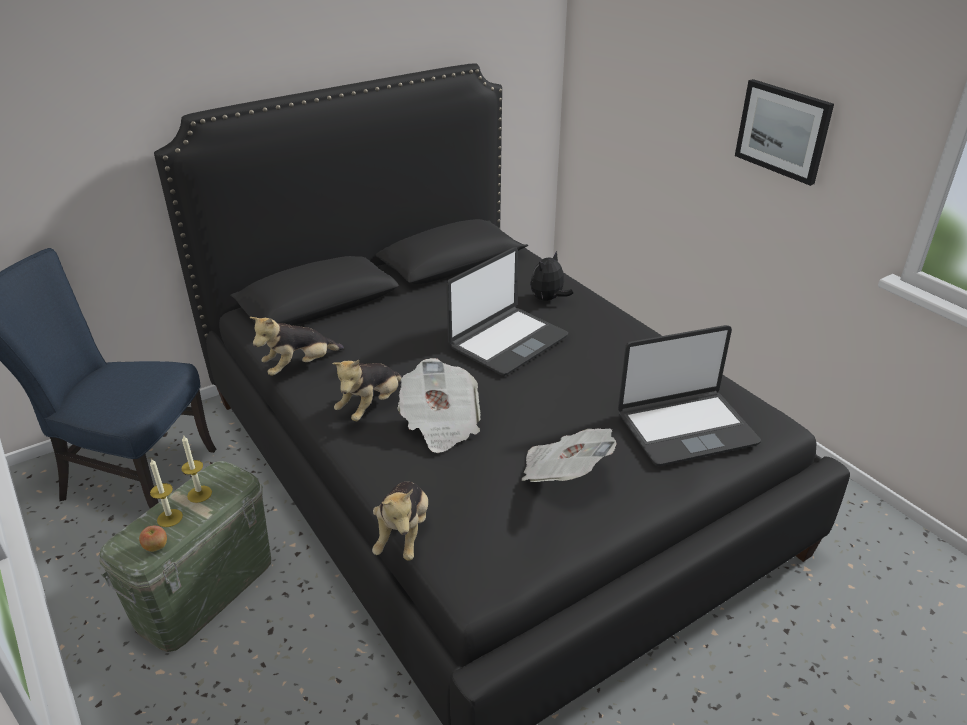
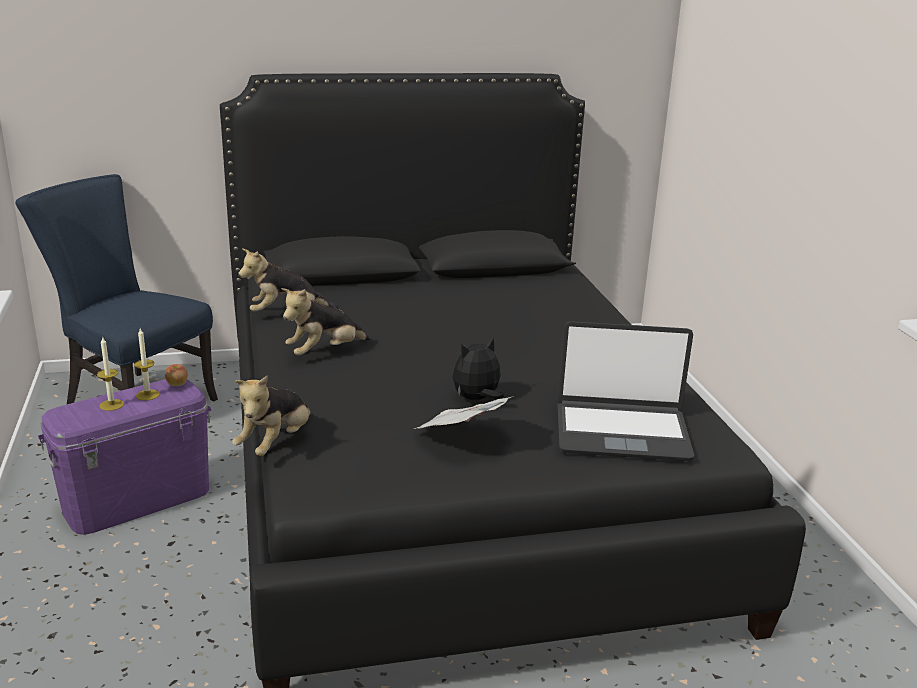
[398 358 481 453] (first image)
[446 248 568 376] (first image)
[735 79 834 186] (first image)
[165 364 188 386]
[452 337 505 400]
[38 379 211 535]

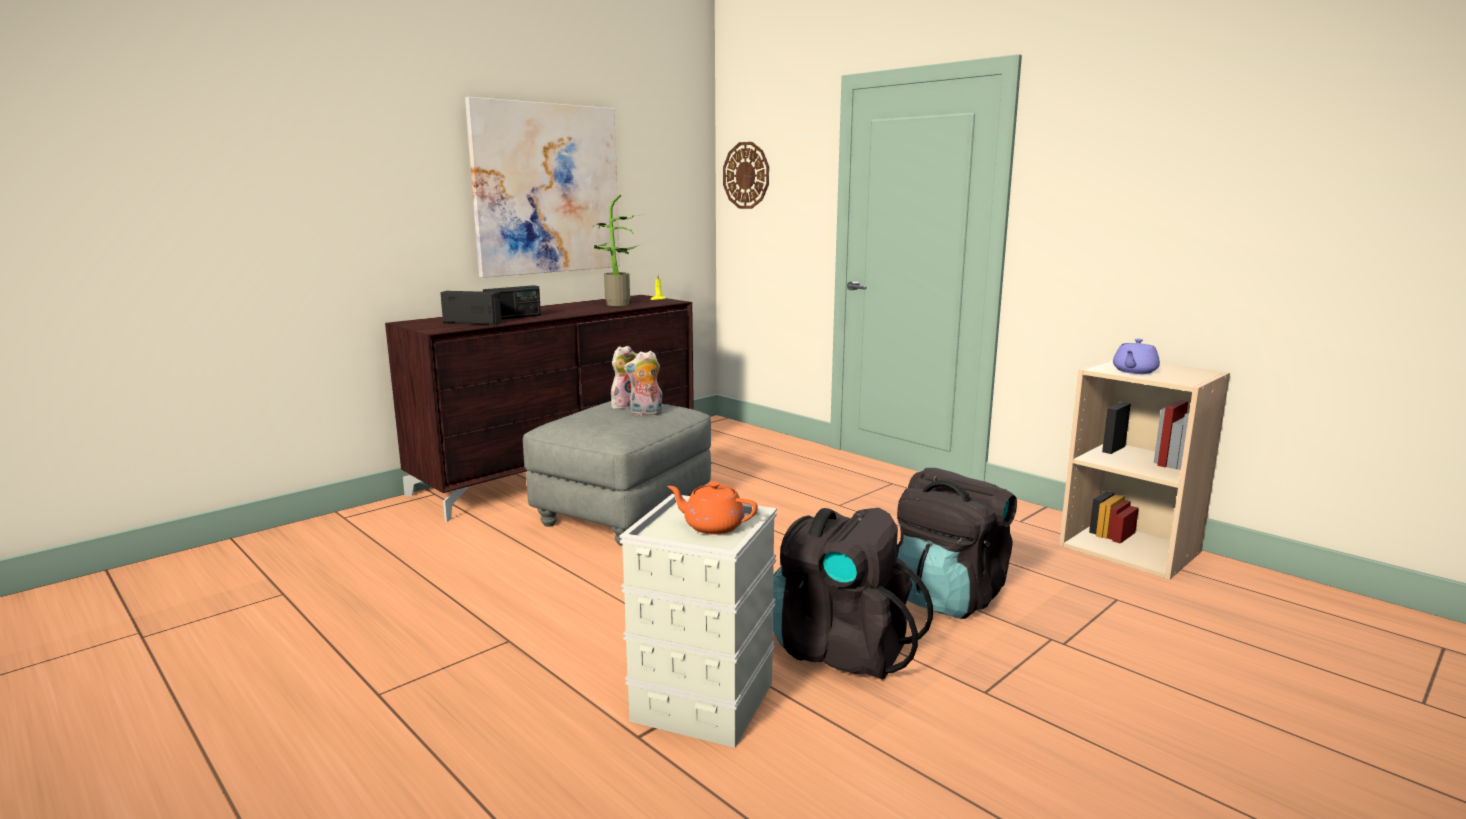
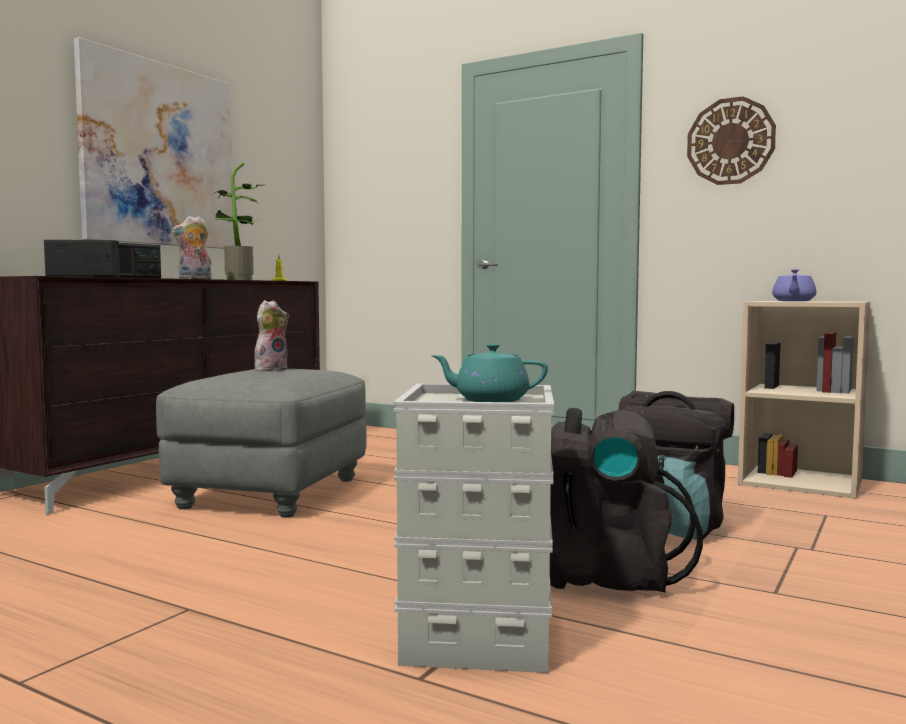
[171 216 212 279]
[687 96 776 185]
[431 343 548 402]

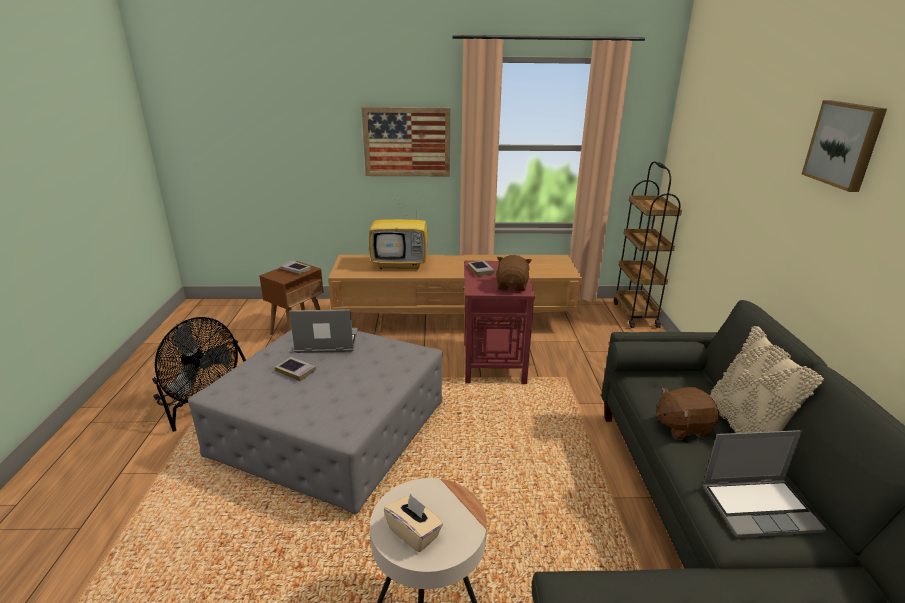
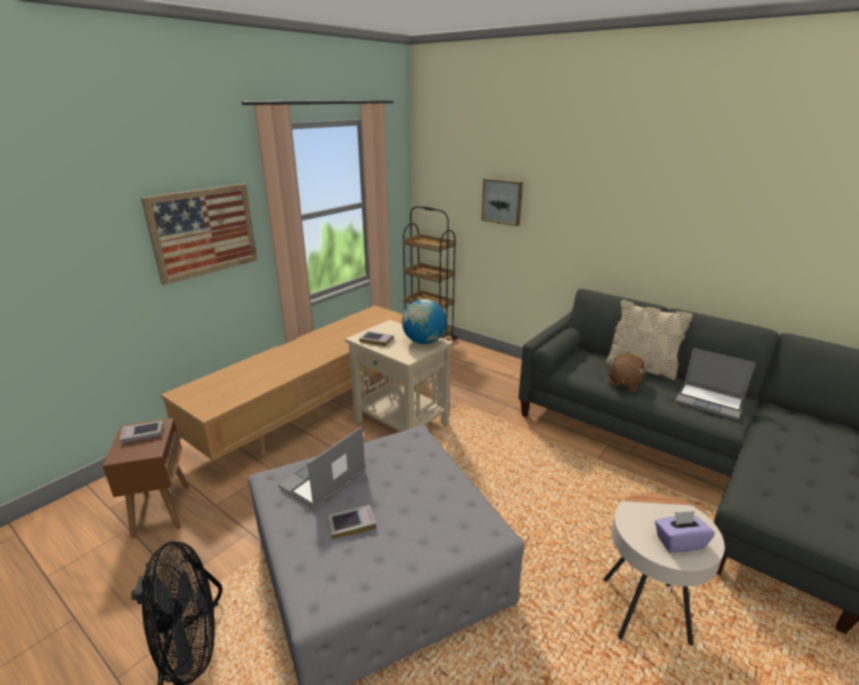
[369 193 428 270] (first image)
[481 178 523 226]
[402 299 447 344]
[655 511 715 553]
[345 320 453 432]
[675 348 756 420]

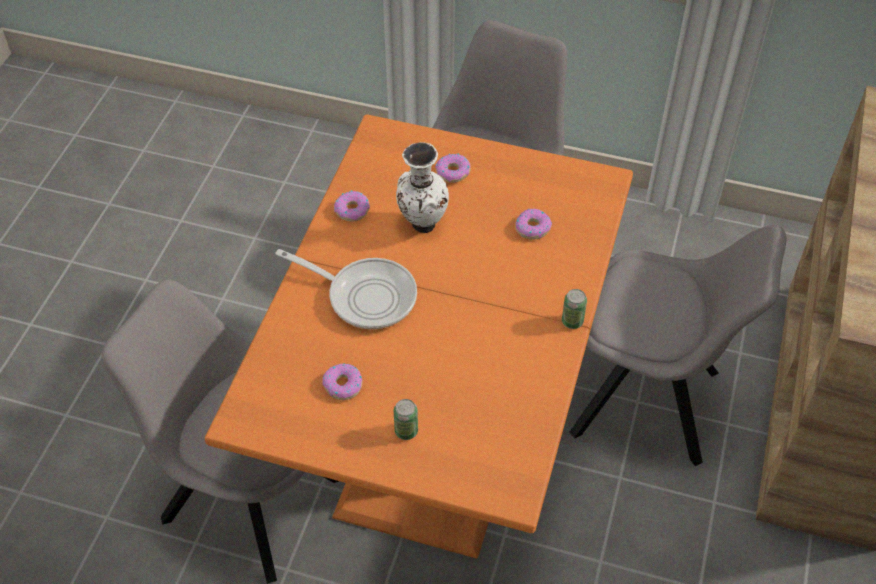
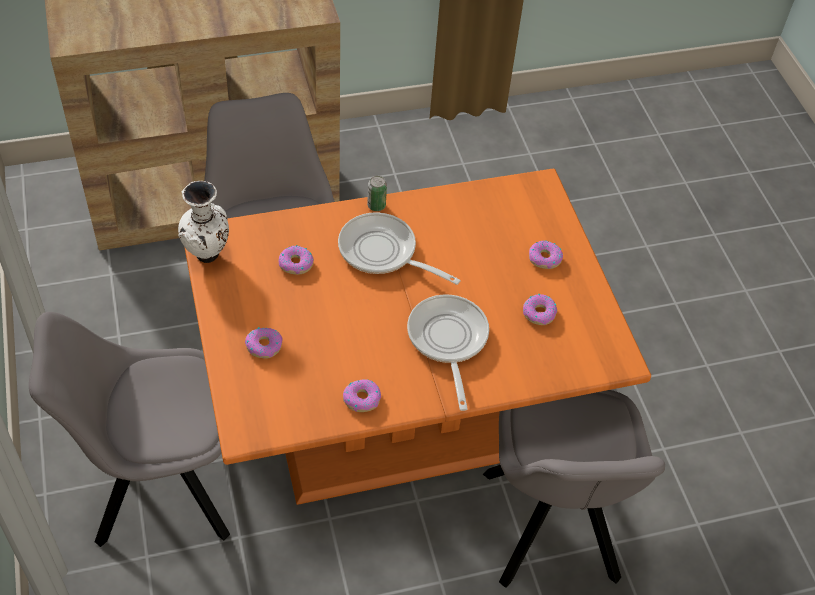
[338 212 461 285]
[178 181 229 263]
[529 240 563 269]

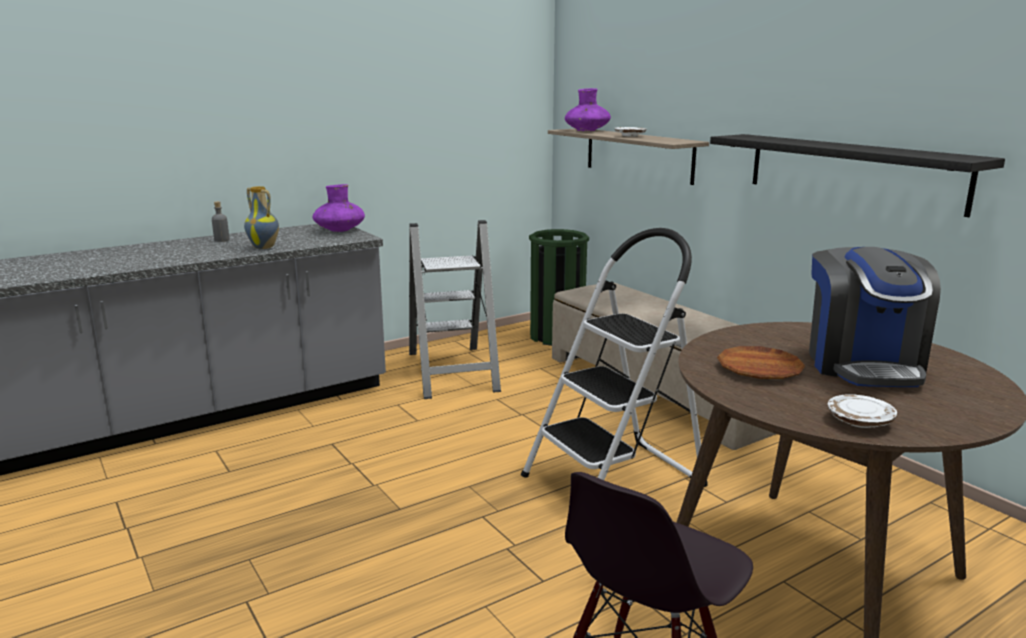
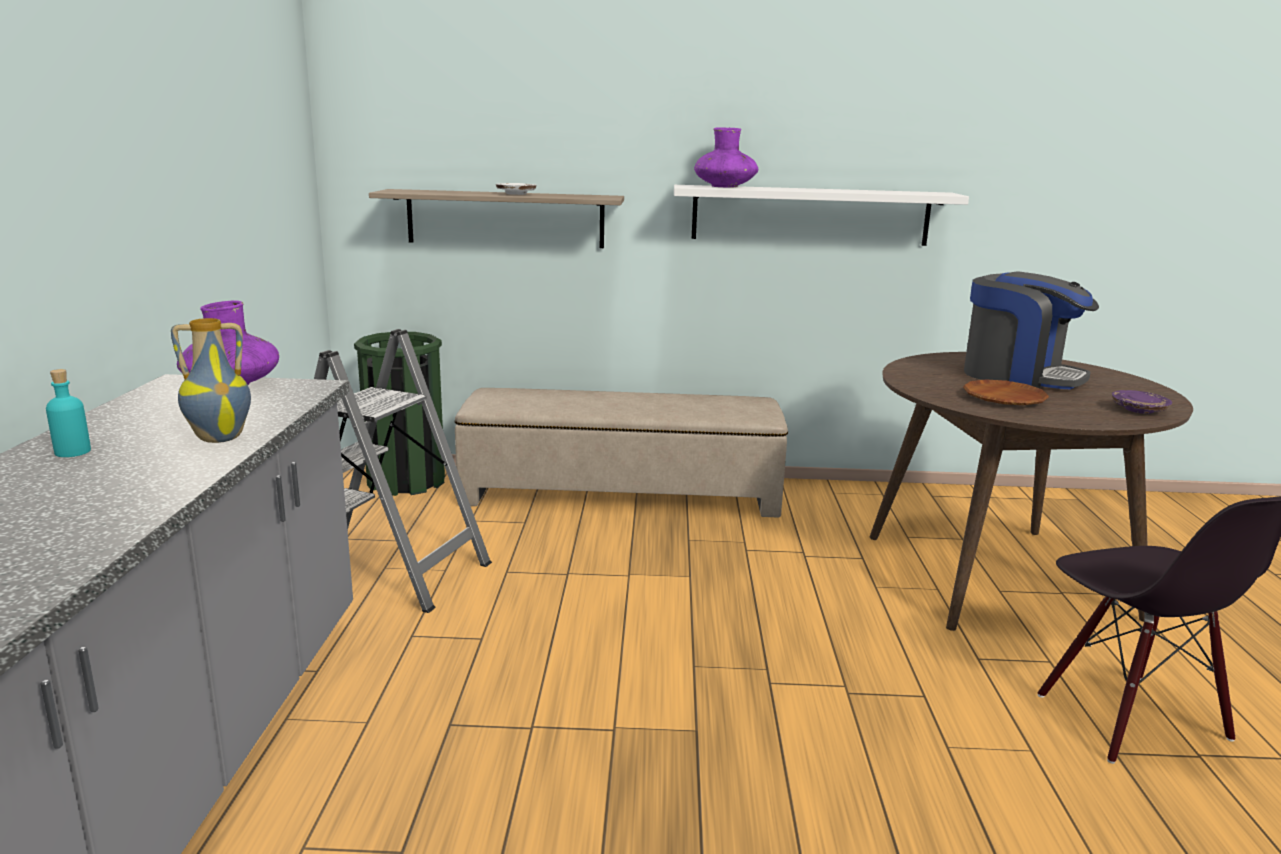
[521 228 708 487] (first image)
[694 127 758 187]
[46 369 91 457]
[674 185 969 246]
[1112 390 1172 414]

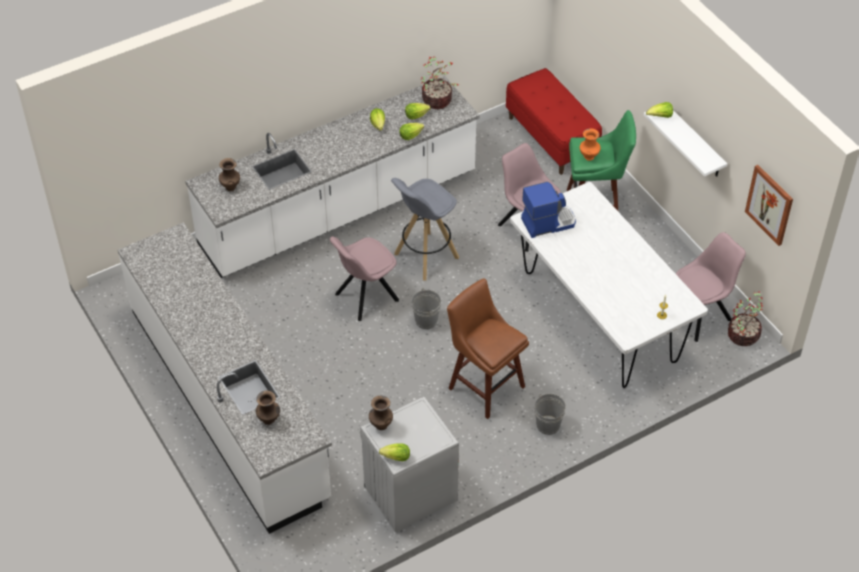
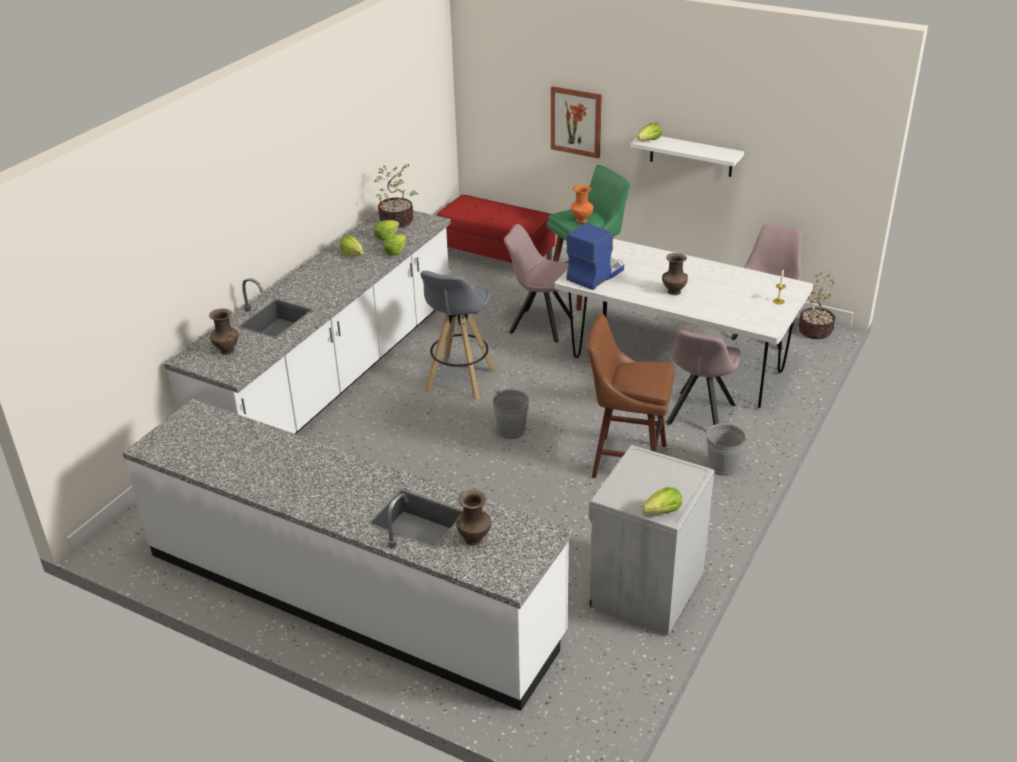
[666 330 741 425]
[662 253 688 295]
[551 86 602 159]

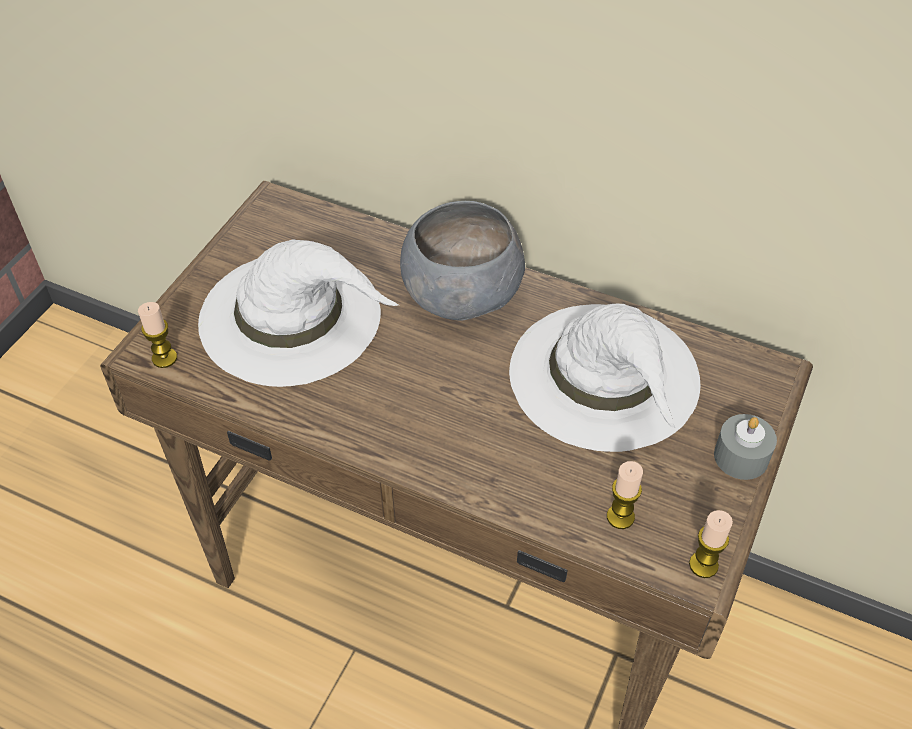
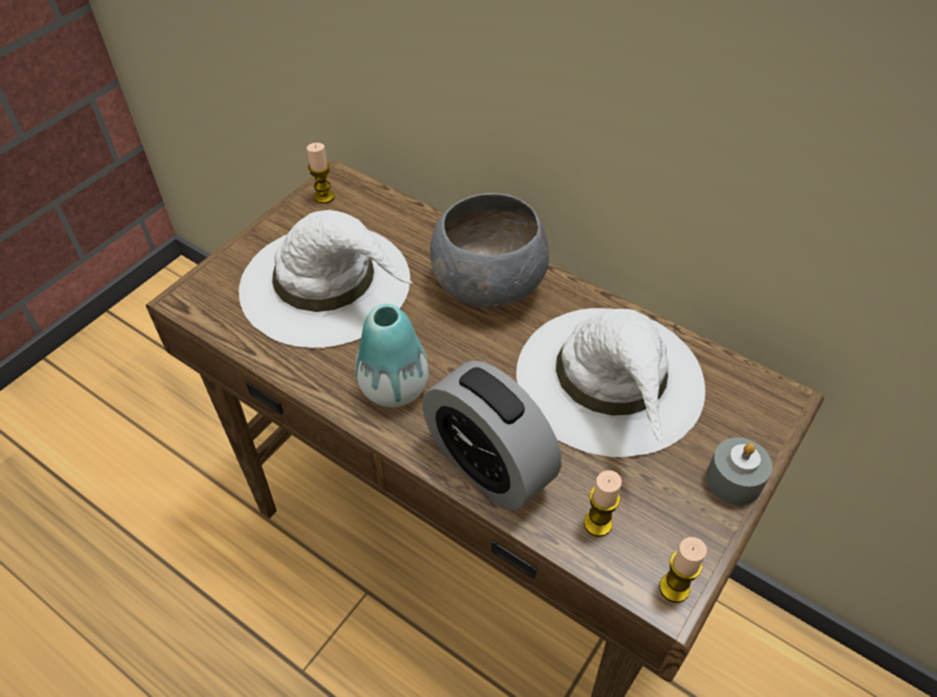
[356 304 429 407]
[422 361 561 510]
[307 143 335 204]

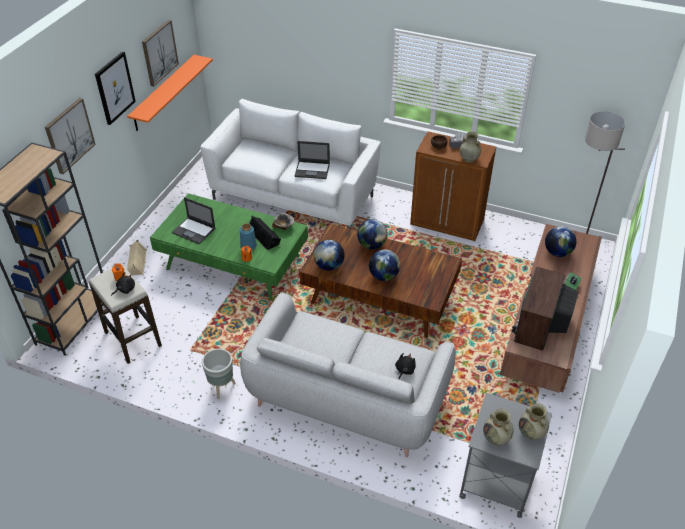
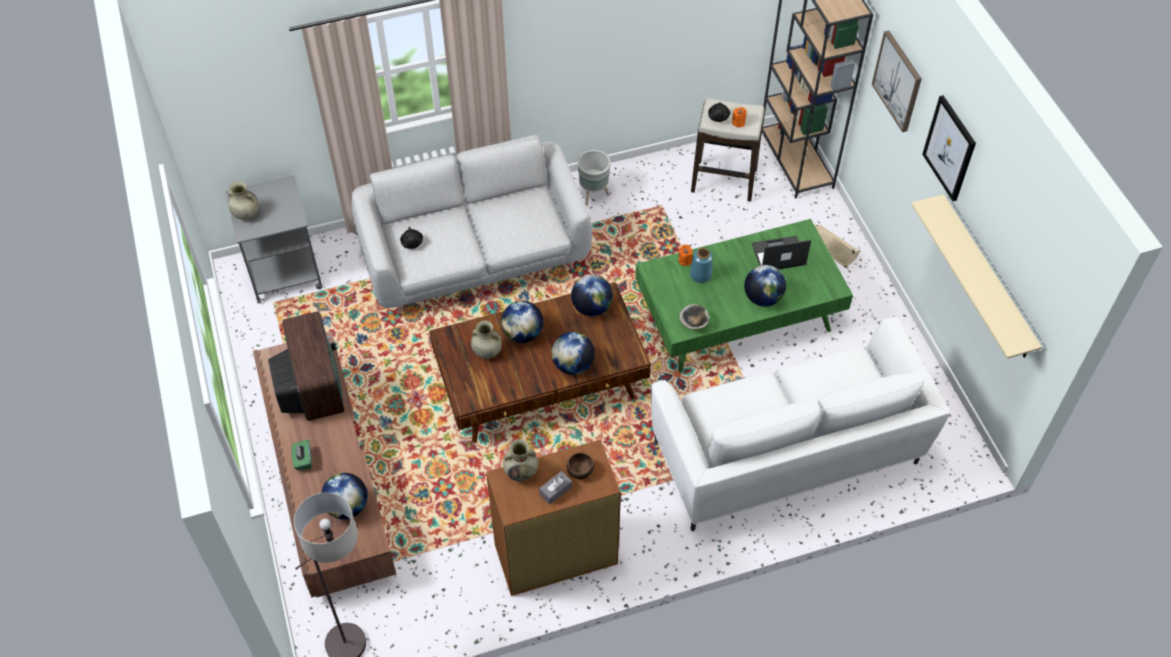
[142 20 179 87] (first image)
[249 216 281 250] (first image)
[295 141 330 179] (first image)
[744 265 786 306]
[471 320 502 359]
[911 194 1042 359]

